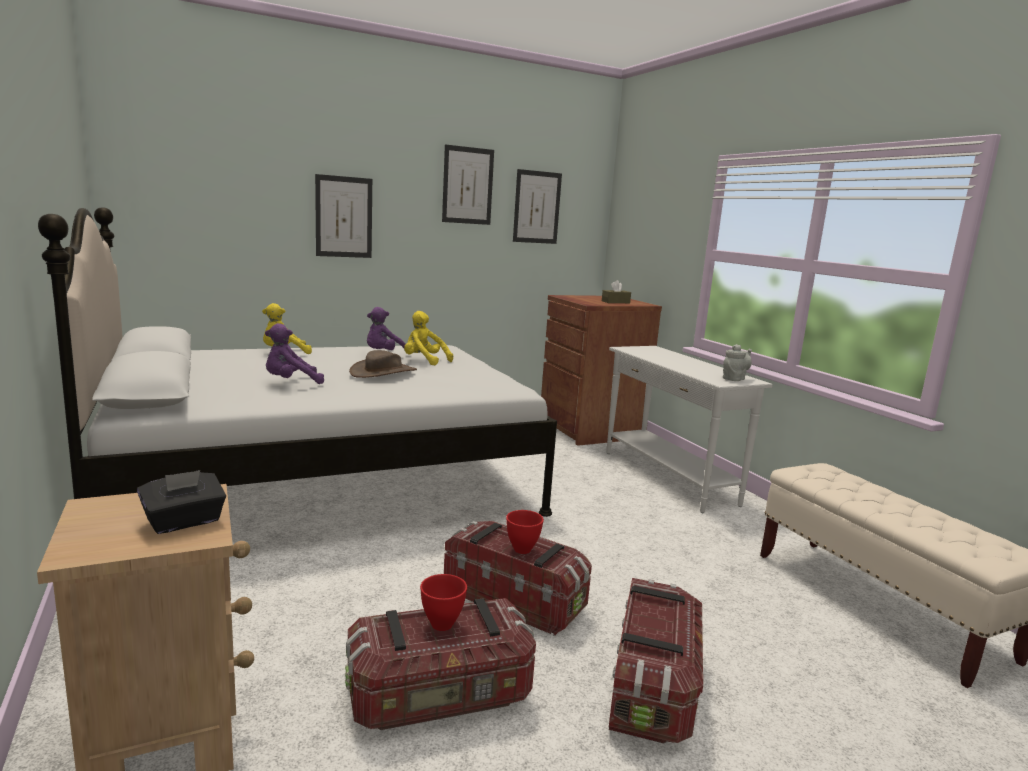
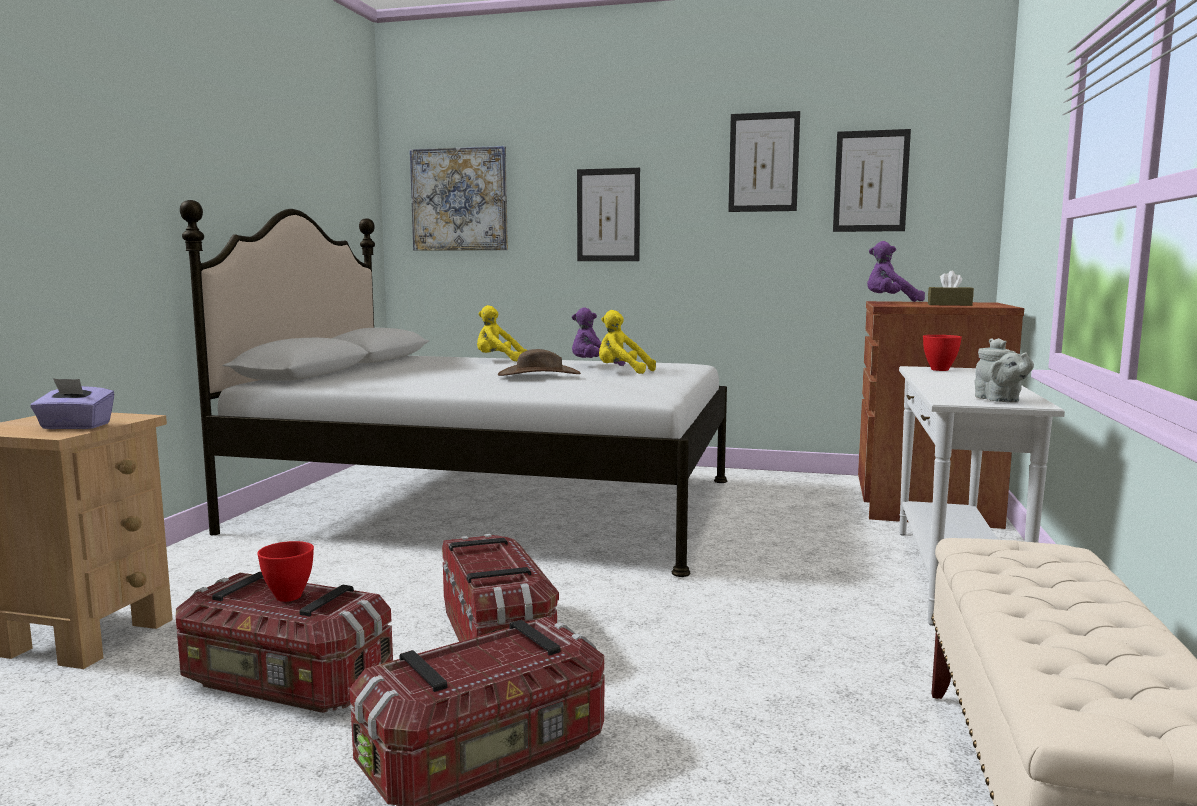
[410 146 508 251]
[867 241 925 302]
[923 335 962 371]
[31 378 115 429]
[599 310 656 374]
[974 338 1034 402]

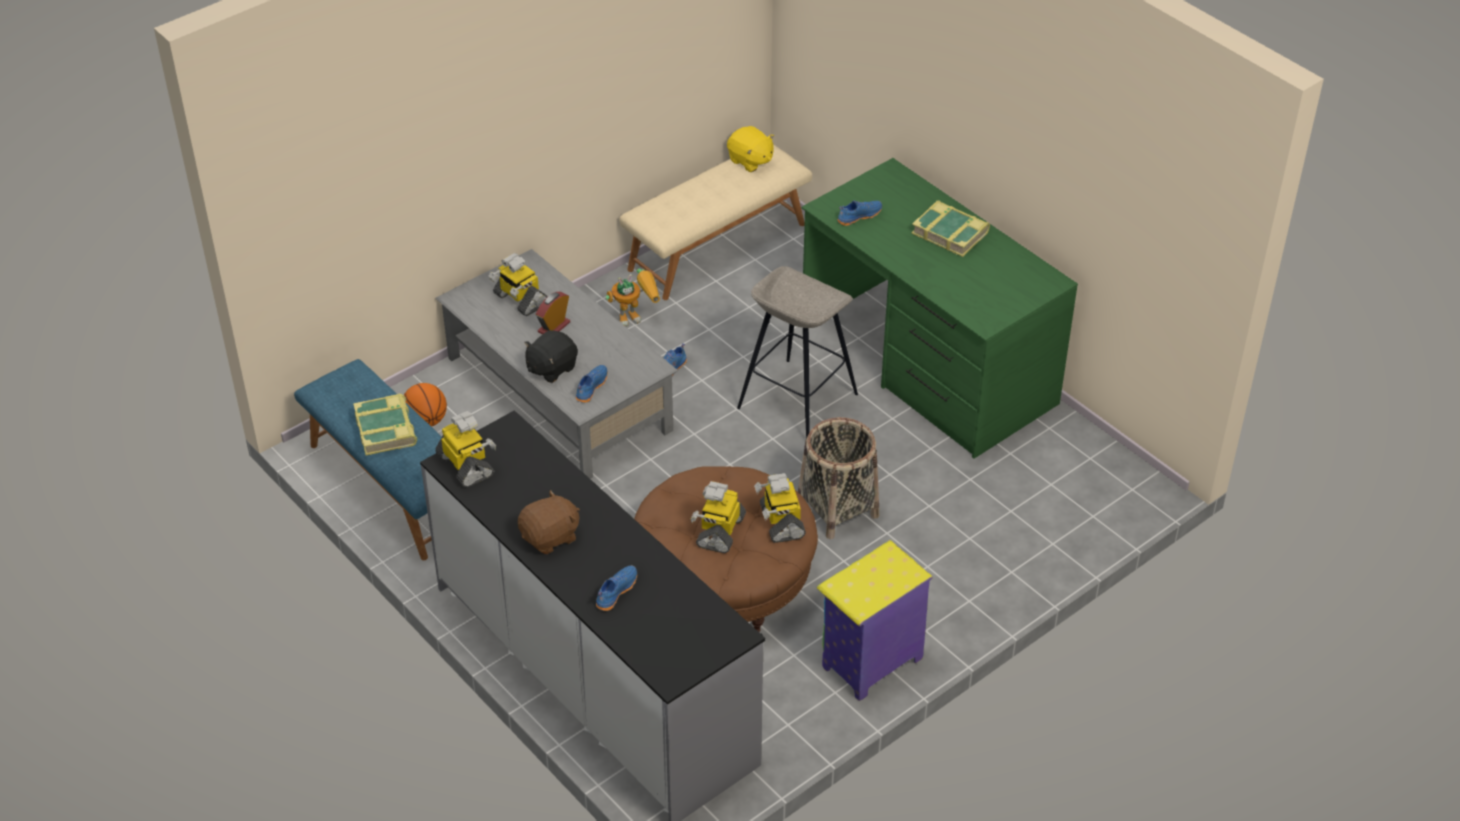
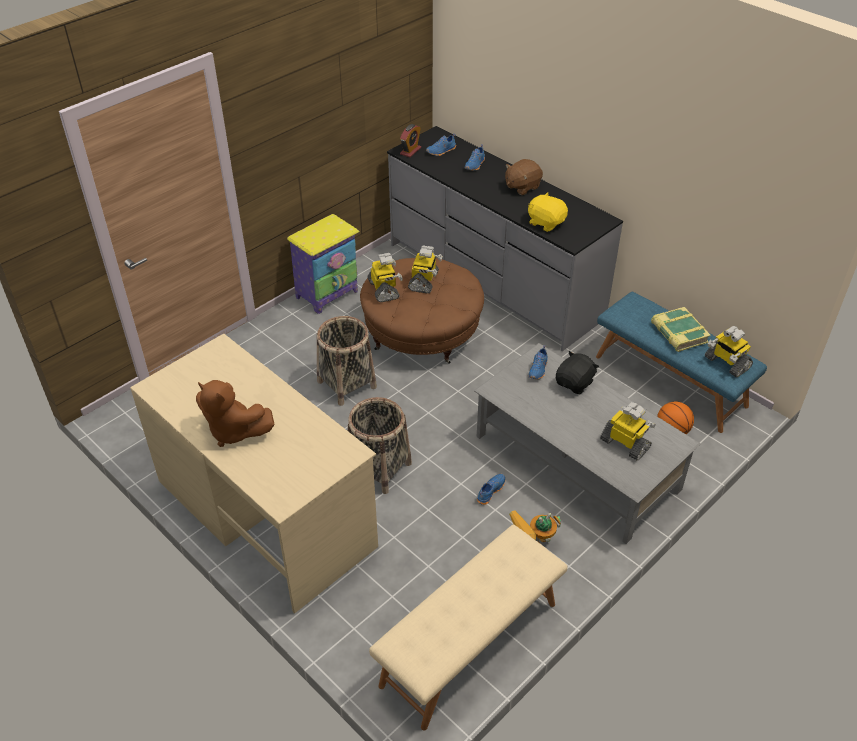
[705 326 753 378]
[400 124 421 157]
[528 192 568 232]
[426 134 456 156]
[348 397 412 494]
[196 380 274 447]
[130 333 378 613]

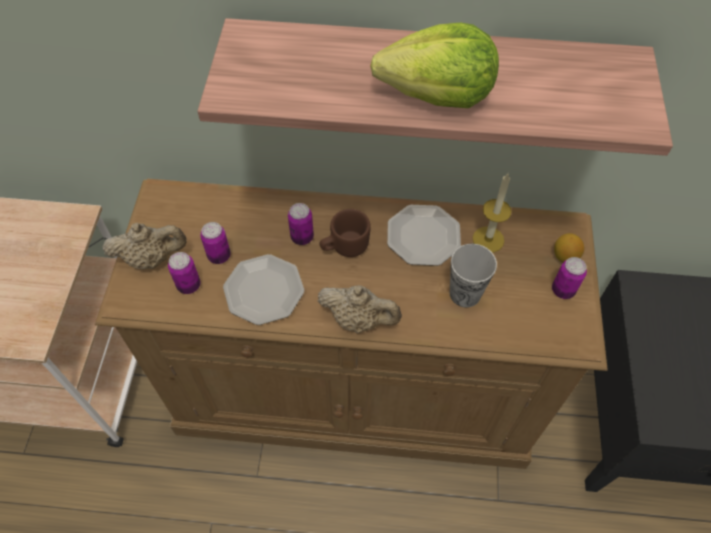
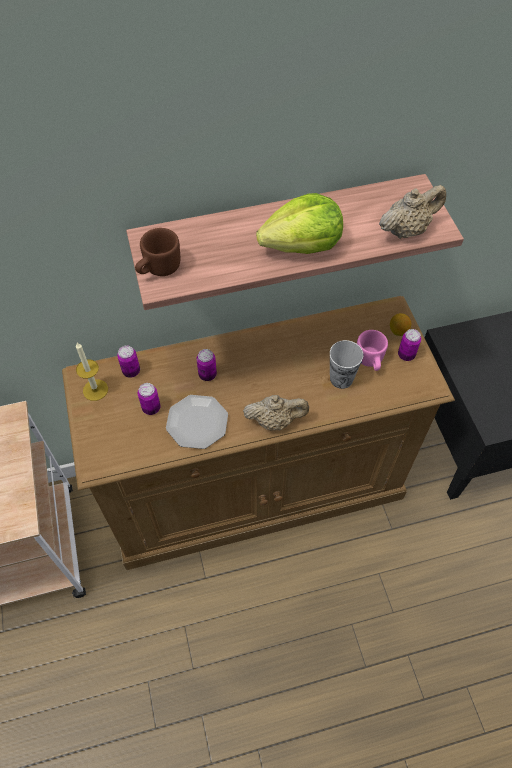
[387 205 461 266] (first image)
[357 330 388 371]
[379 185 446 239]
[117 345 140 378]
[135 228 180 276]
[76 343 108 401]

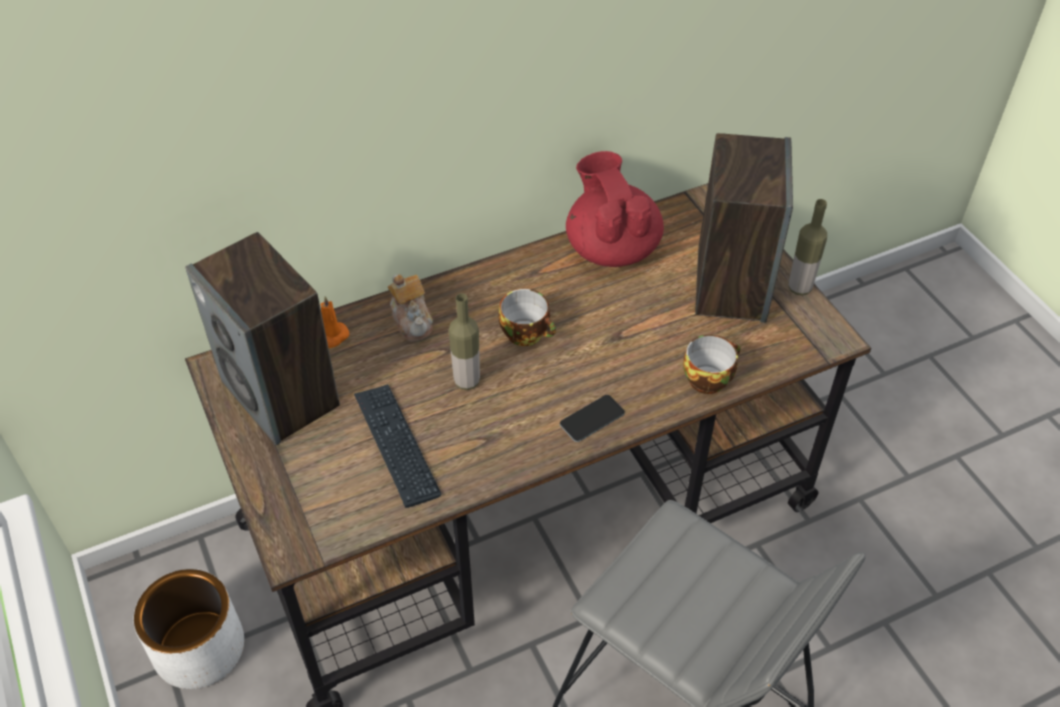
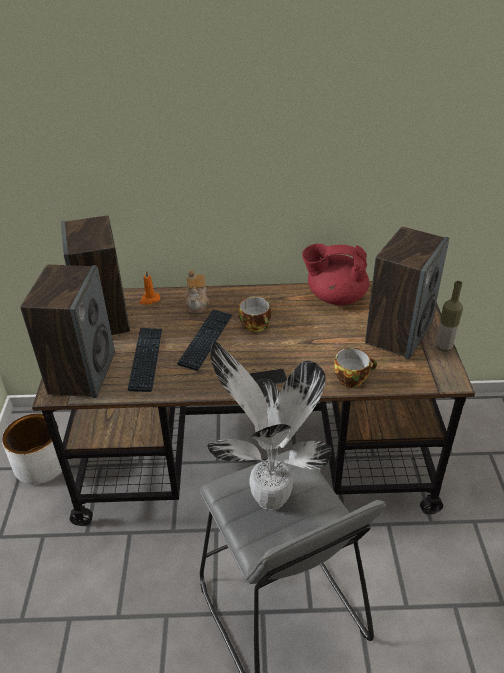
[20 265 115 398]
[207 342 332 510]
[177 309 232 371]
[302 244 369 305]

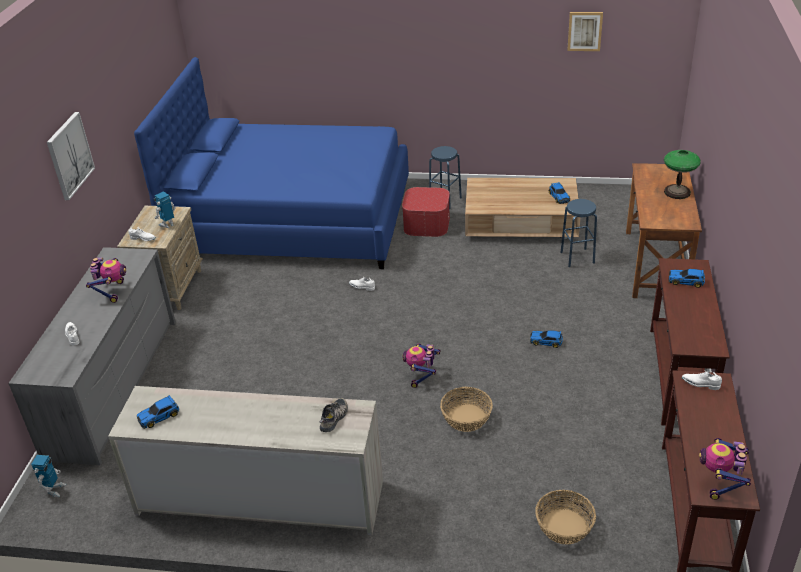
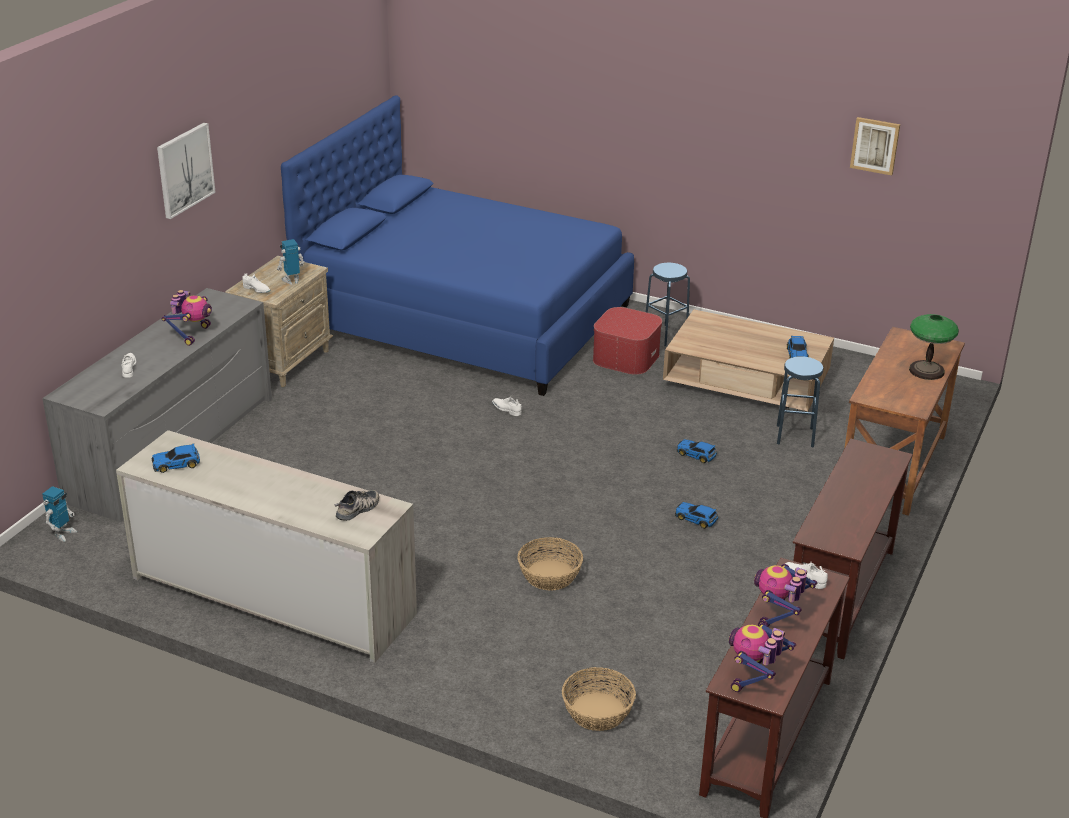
[754 564 817 627]
[677 439 717 463]

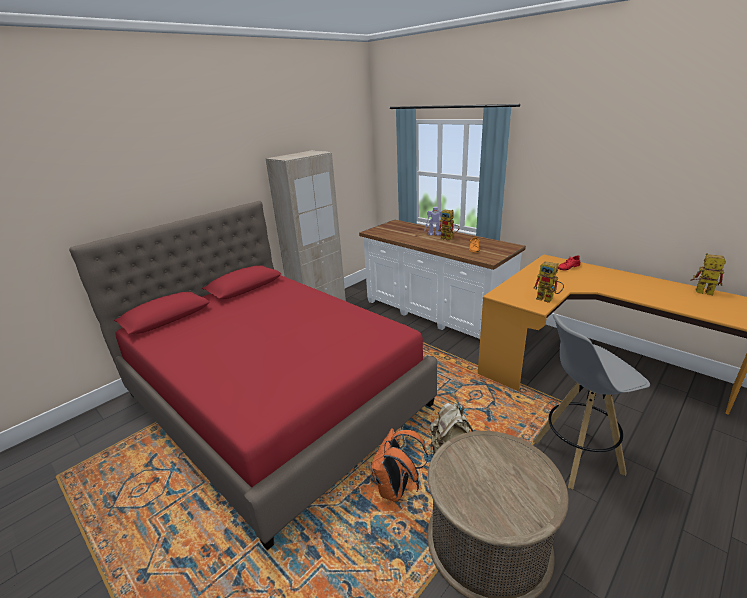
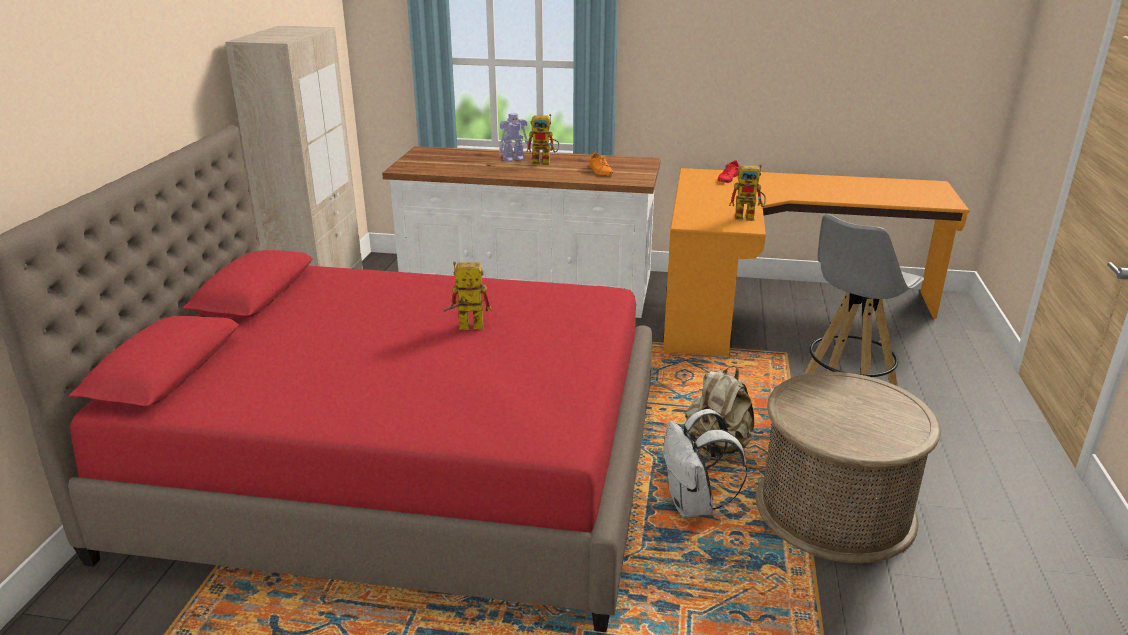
[444 262 492 330]
[663 409 747 518]

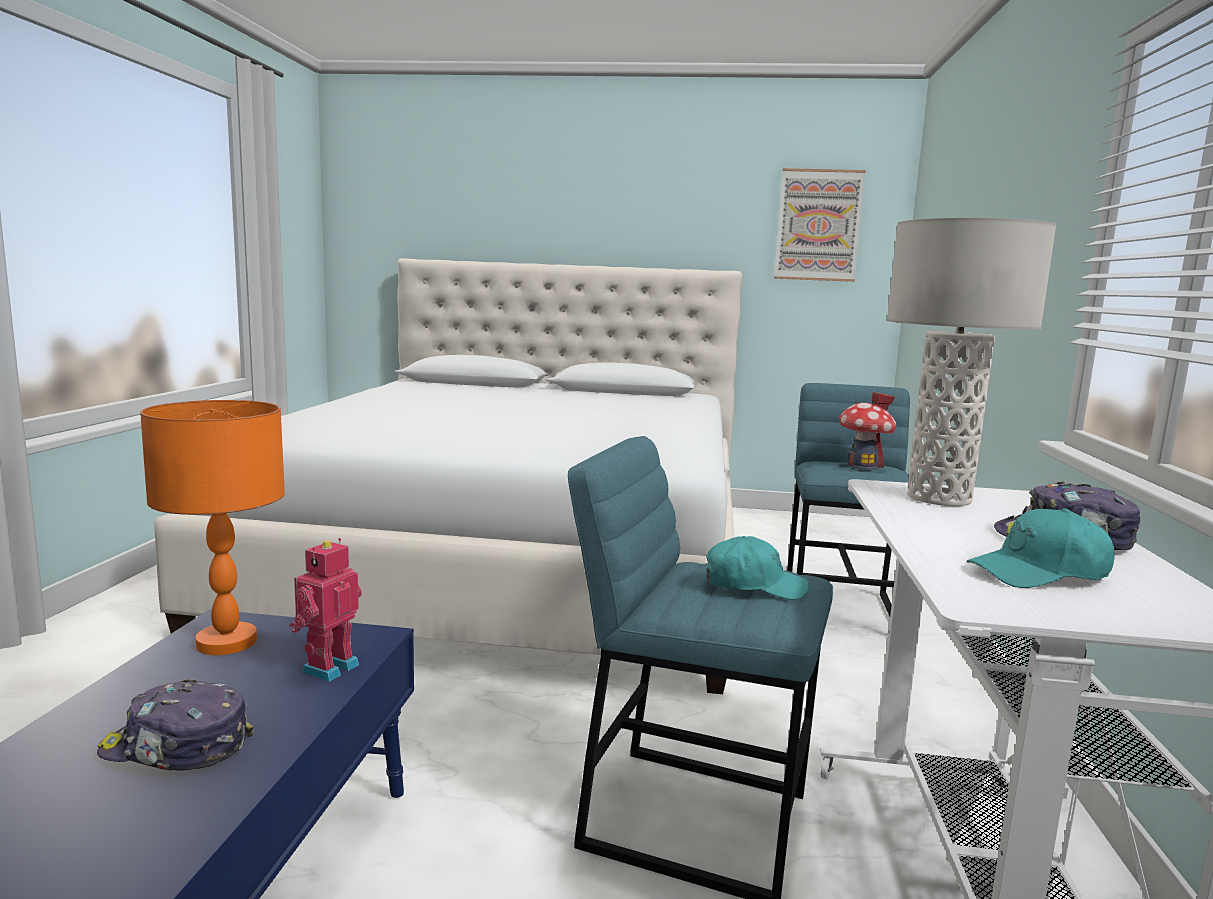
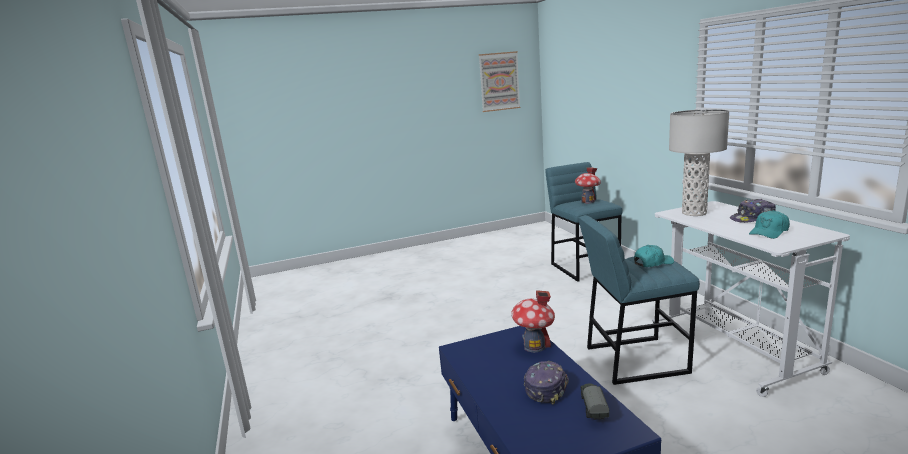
[140 400 285 655] (first image)
[154 258 742 694] (first image)
[580 384 610 420]
[511 290 555 352]
[524 361 569 405]

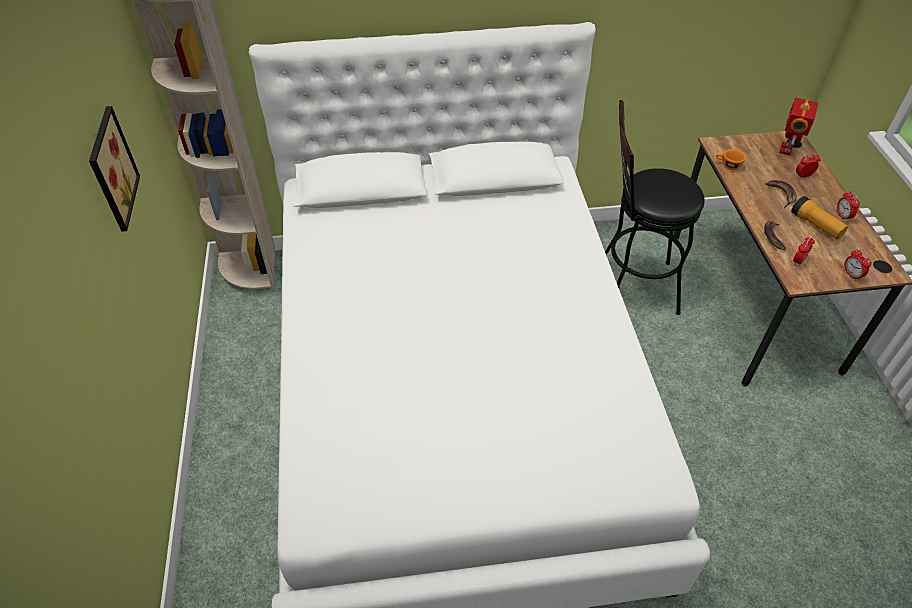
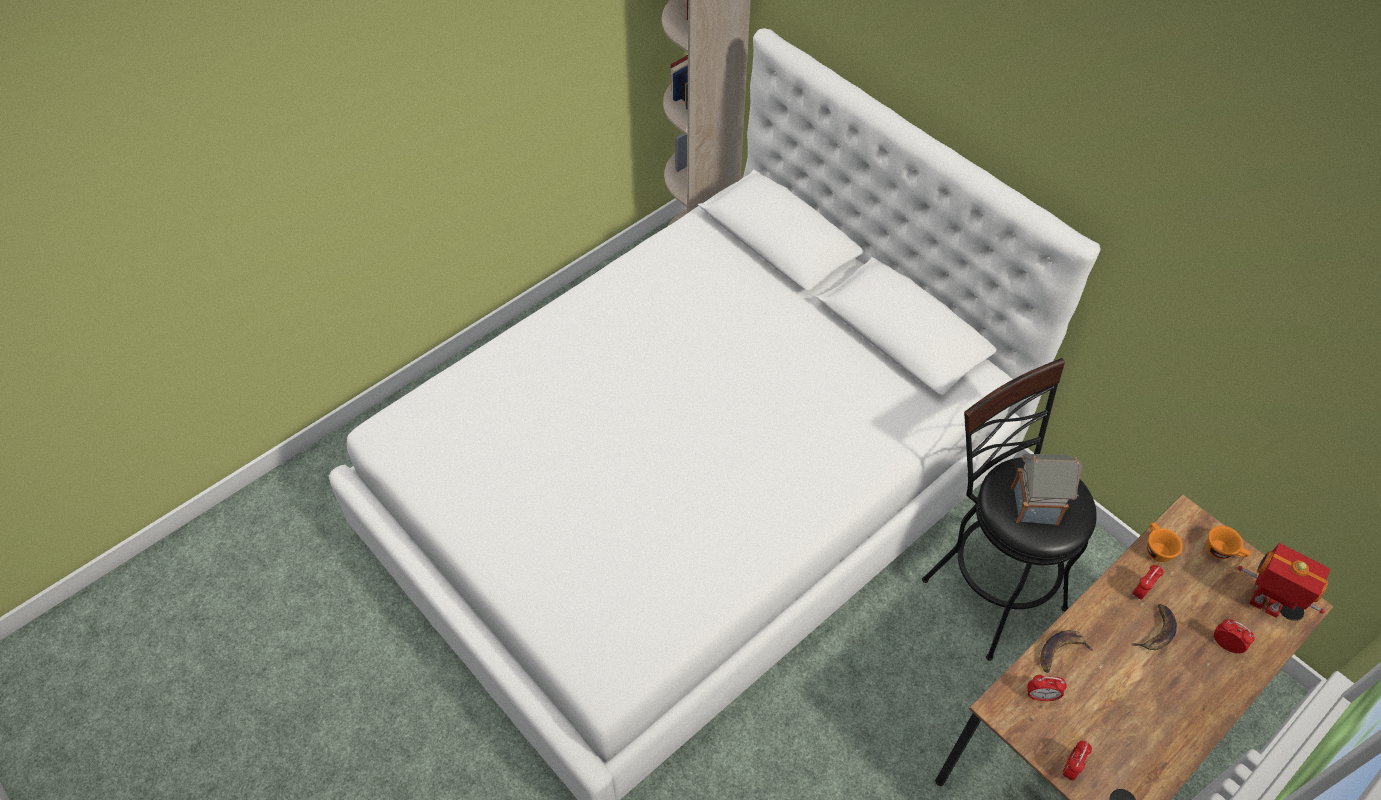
[89 106 140 232] (first image)
[791 196 848 239] (first image)
[1010 454 1083 525]
[1207 526 1251 559]
[1132 565 1163 601]
[1238 543 1331 618]

